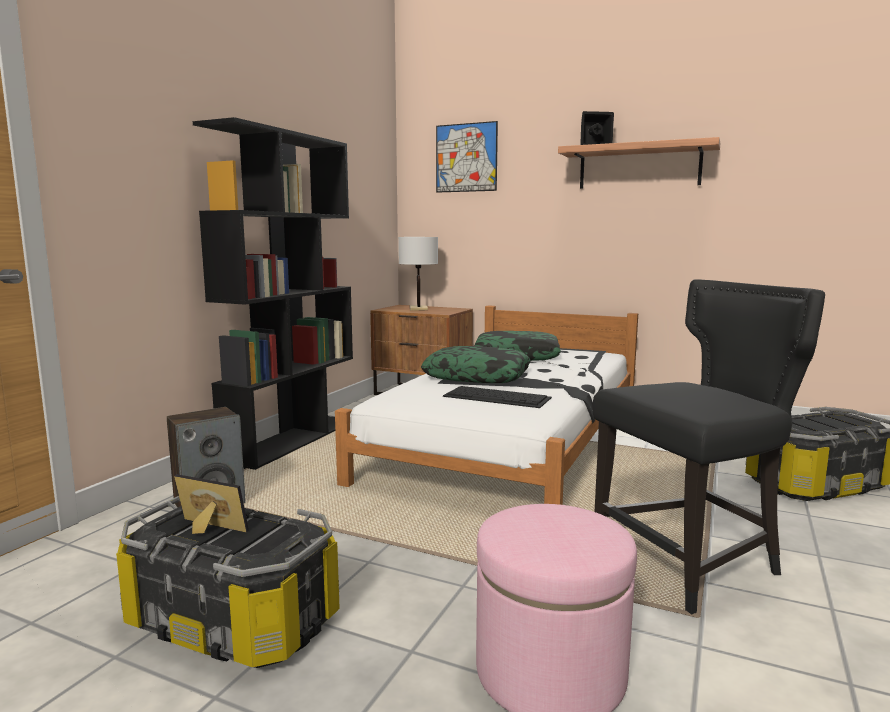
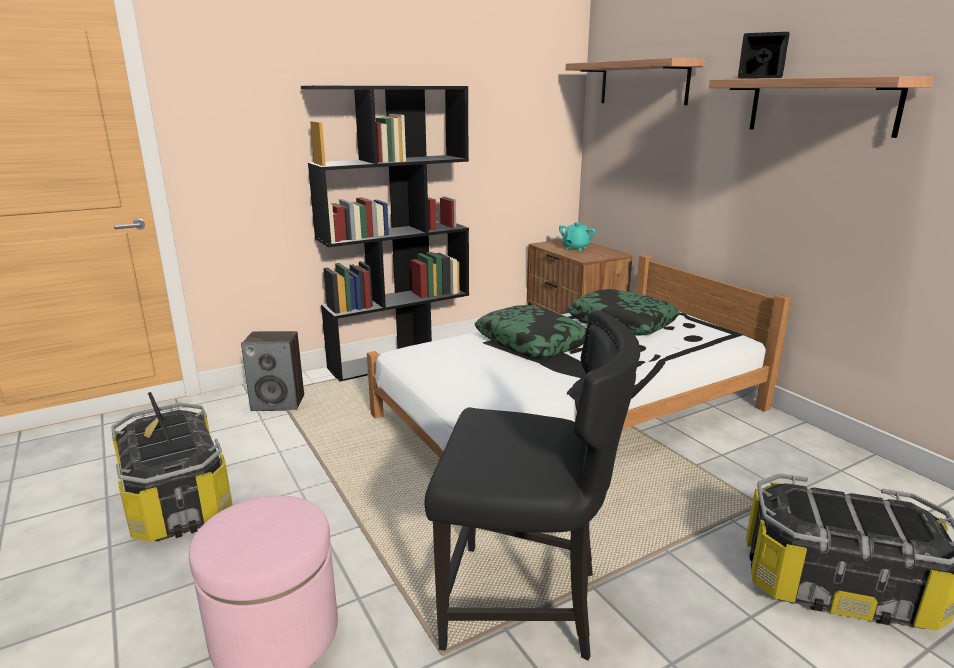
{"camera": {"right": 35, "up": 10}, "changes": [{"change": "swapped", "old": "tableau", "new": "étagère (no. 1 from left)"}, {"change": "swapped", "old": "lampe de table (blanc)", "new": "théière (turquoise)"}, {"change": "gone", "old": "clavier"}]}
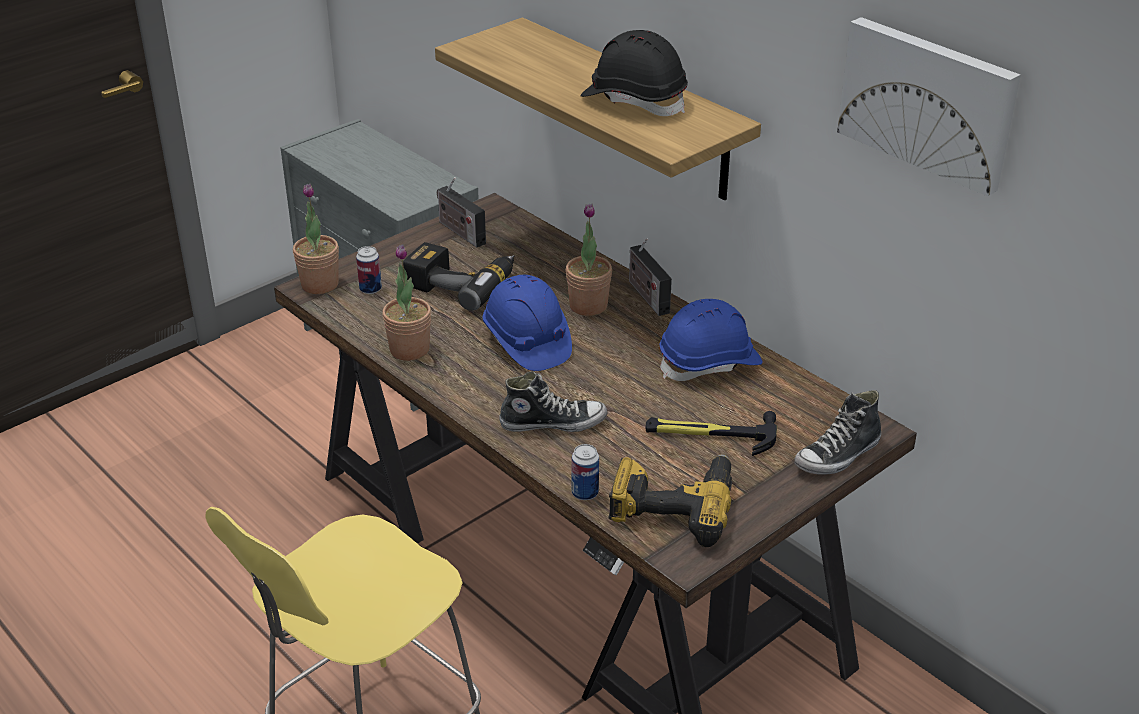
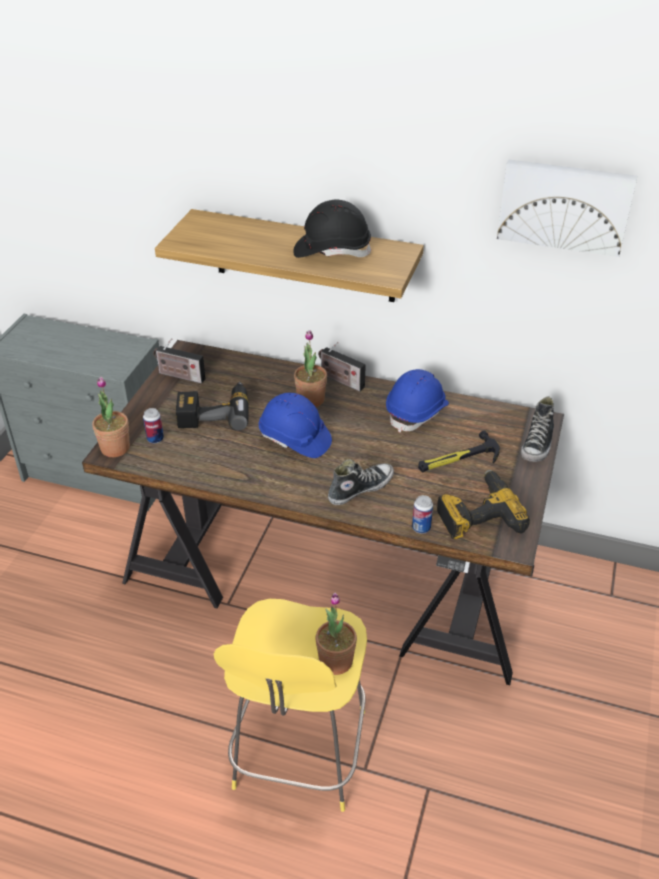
{"camera": {"right": -30, "up": 5}, "changes": [{"change": "shifted", "old": "plante en pot (no. 2 from left in the first image)", "new": "plante en pot (no. 3 from left)"}]}
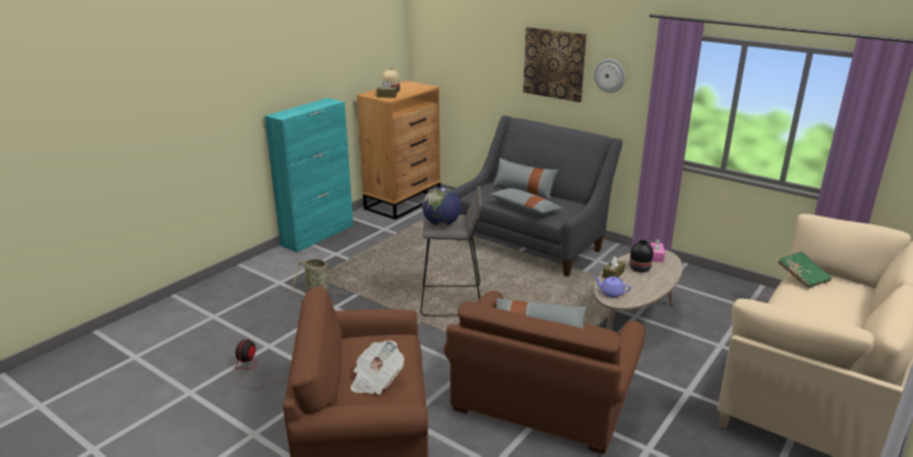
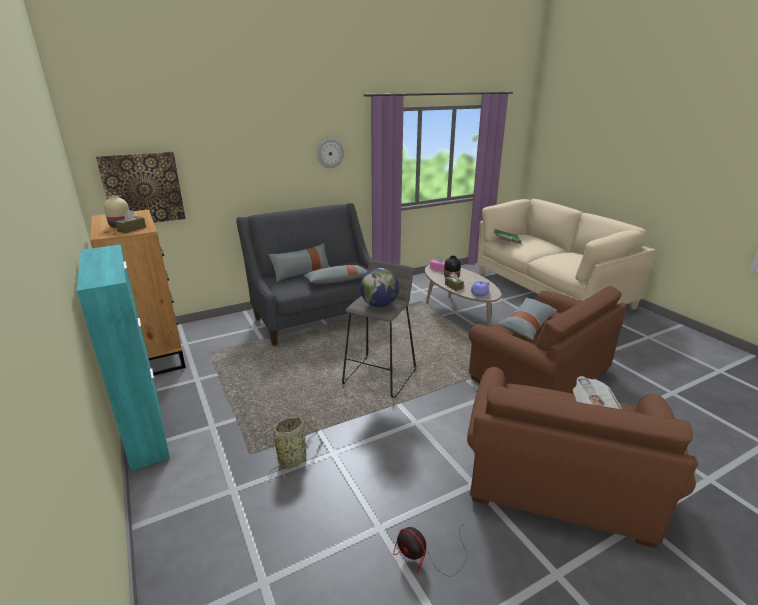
{"camera": {"right": -65, "up": 0}, "changes": [{"change": "shifted", "old": "tableau"}]}
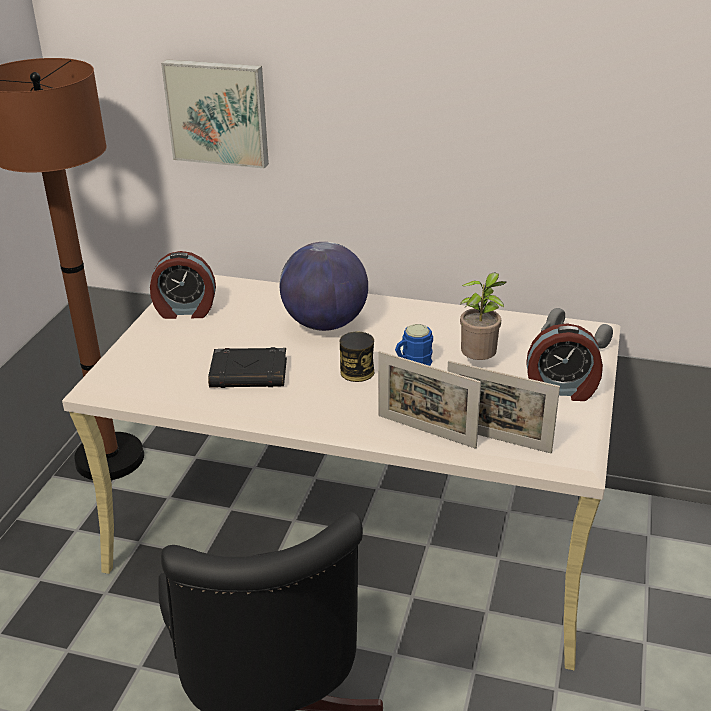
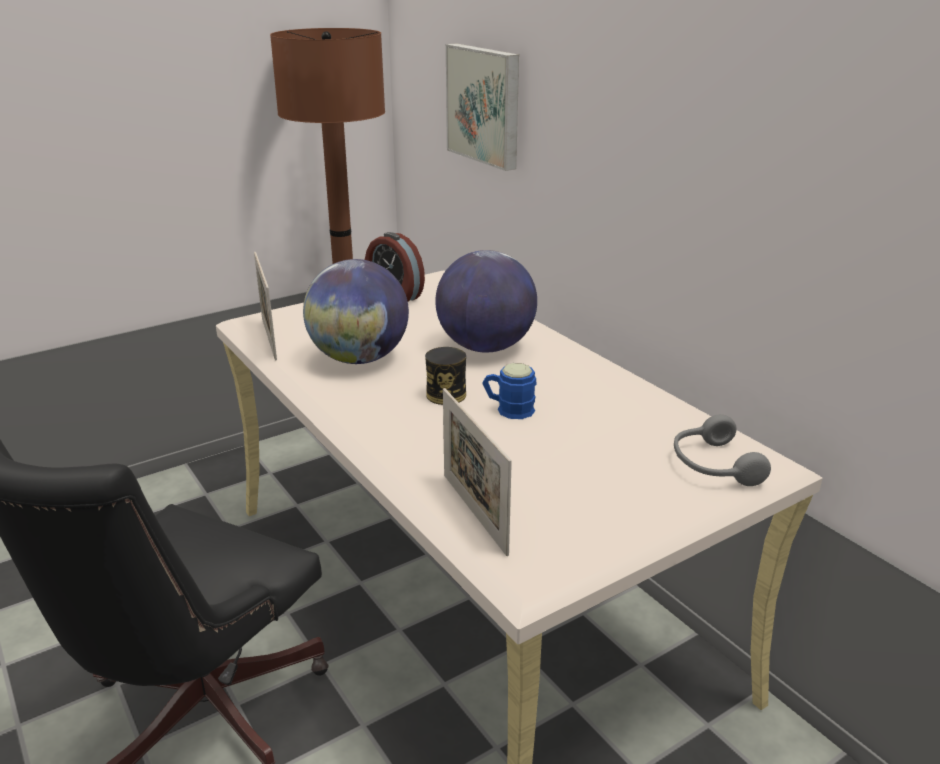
{"camera": {"right": 40, "up": -5}, "changes": [{"change": "gone", "old": "plante en pot"}, {"change": "gone", "old": "réveil (no. 2 from left)"}, {"change": "swapped", "old": "livre (noir)", "new": "globe (no. 1 from left)"}, {"change": "shifted", "old": "cadre photo (no. 1 from left)"}]}
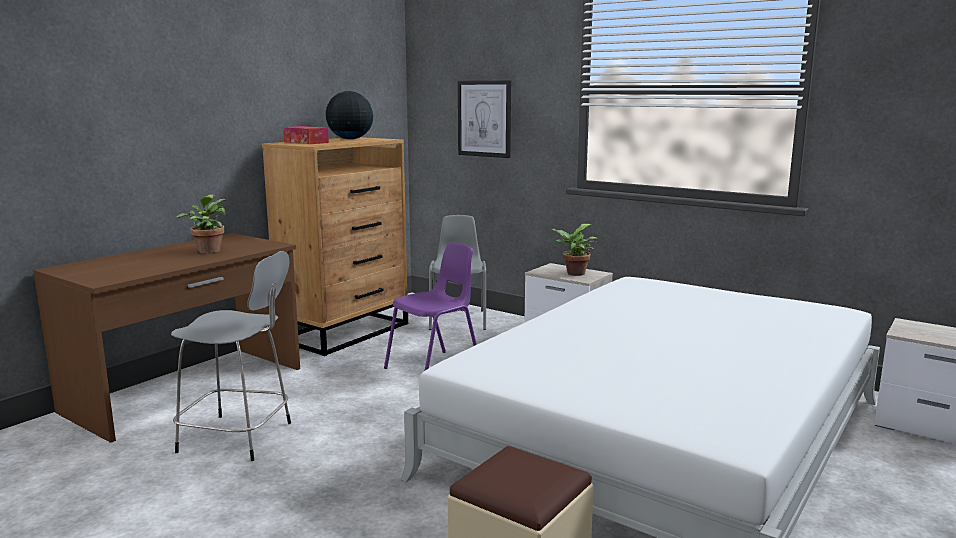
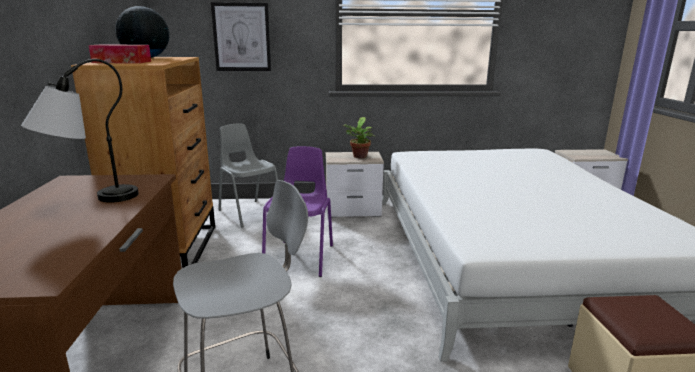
{"camera": {"right": -40, "up": 5}, "changes": [{"change": "swapped", "old": "plante en pot (no. 1 from left)", "new": "lampe de table"}]}
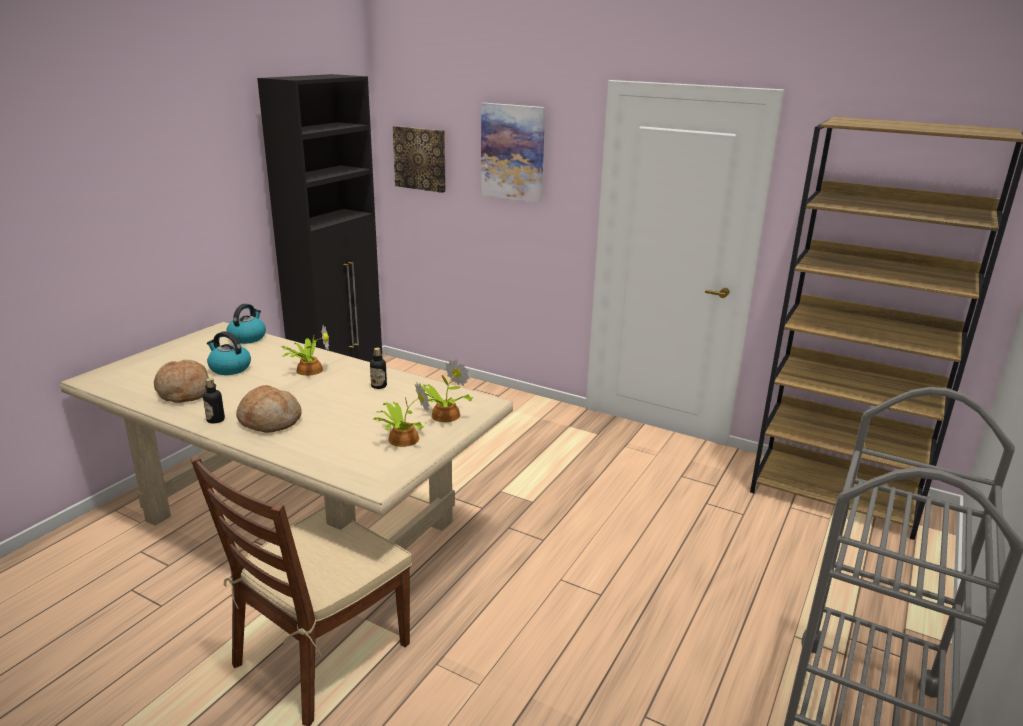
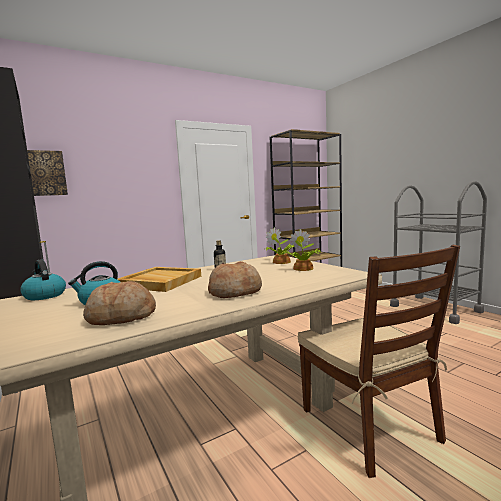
{"camera": {"right": -60, "up": -15}, "changes": [{"change": "gone", "old": "tableau (no. 2 from left)"}, {"change": "swapped", "old": "plante en pot (no. 1 from left)", "new": "plateau (beige)"}, {"change": "gone", "old": "bouteille (no. 1 from left)"}]}
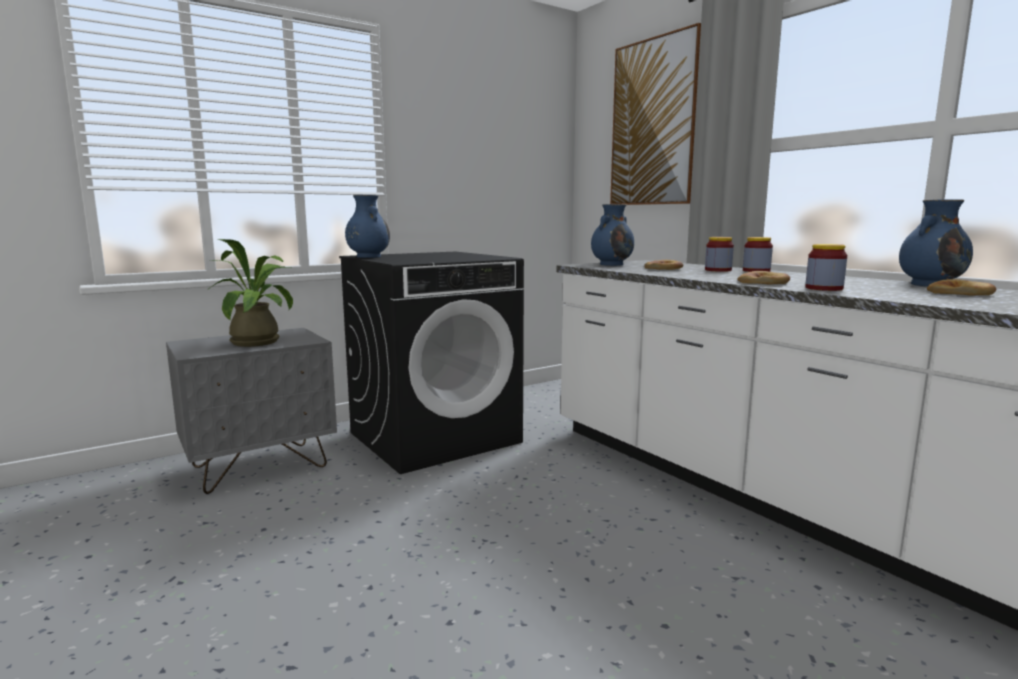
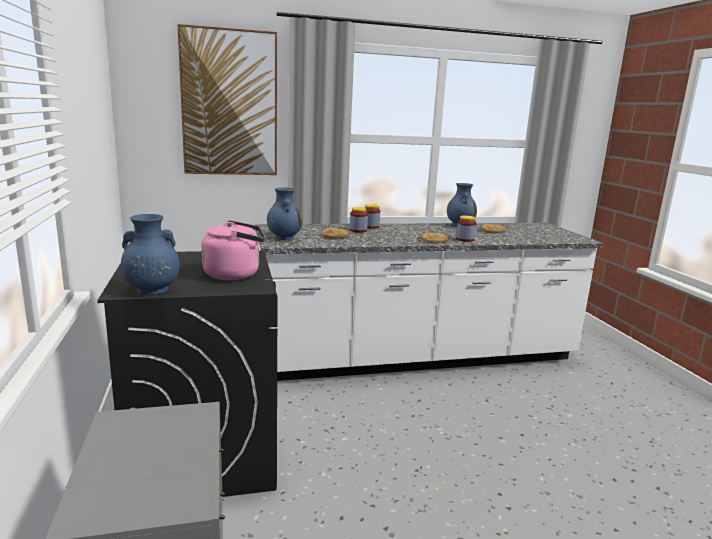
{"camera": {"right": -70, "up": 5}, "changes": [{"change": "gone", "old": "plante en pot"}, {"change": "new", "new": "bouilloire (rose)"}]}
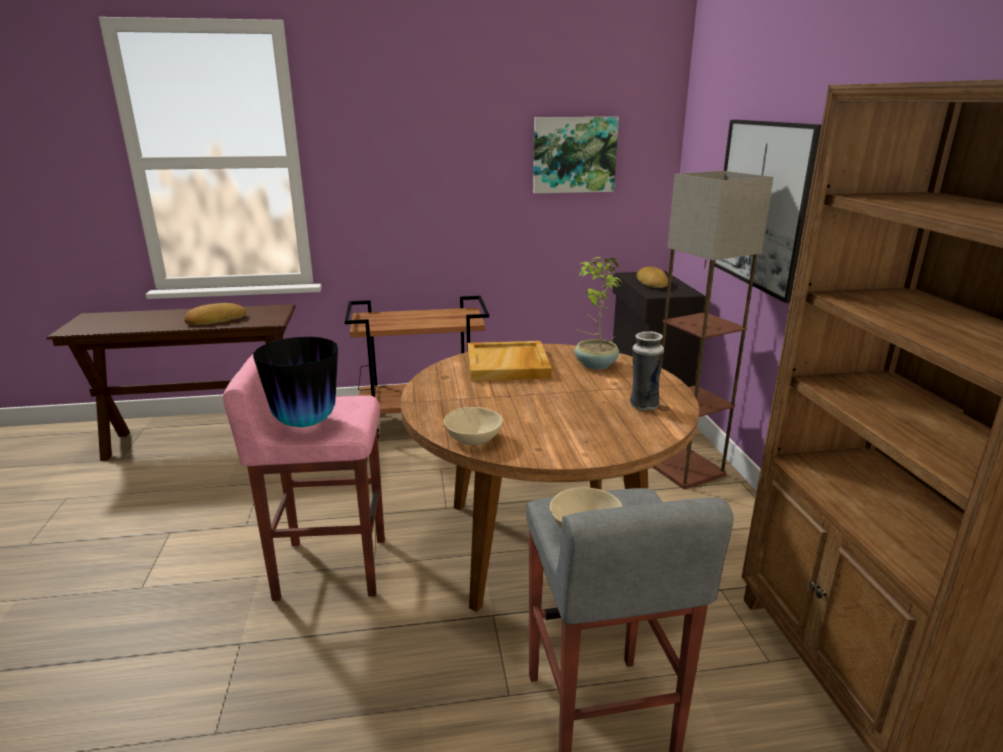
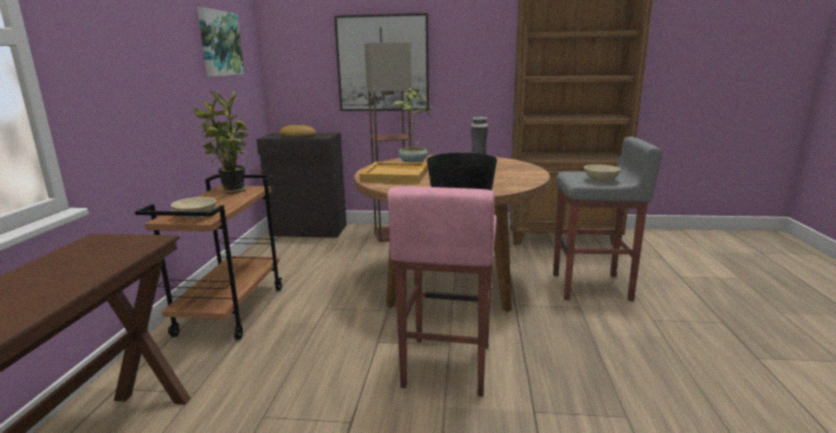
{"camera": {"right": -75, "up": -5}, "changes": [{"change": "gone", "old": "pain (no. 1 from left)"}, {"change": "shifted", "old": "bol (beige) (no. 1 from left)"}, {"change": "new", "new": "plante en pot (no. 1 from left)"}]}
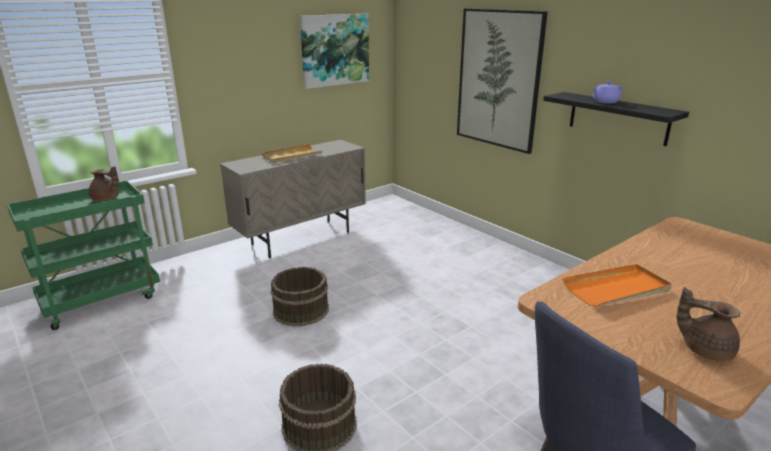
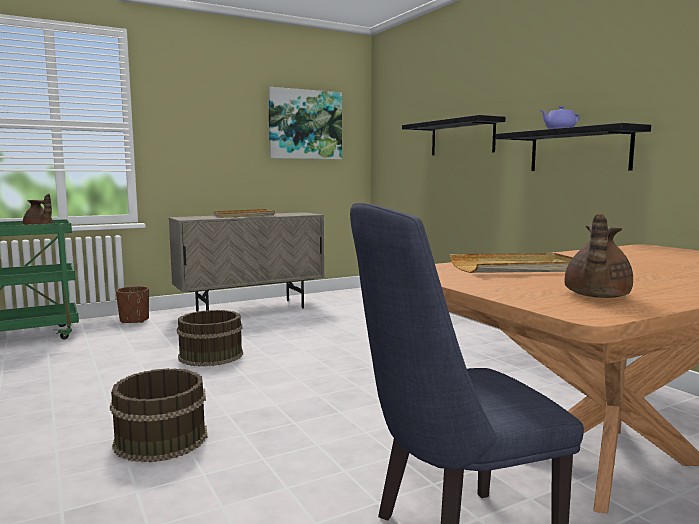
{"camera": {"right": 10, "up": -15}, "changes": [{"change": "swapped", "old": "tableau (no. 2 from left)", "new": "étagère (noir) (no. 1 from left)"}, {"change": "repainted", "old": "plateau (orange)", "new": "plateau (beige) (no. 2 from left)"}, {"change": "rotated", "old": "théière (marron) (no. 2 from left)", "degrees": -105}, {"change": "new", "new": "cache-pot (marron)"}]}
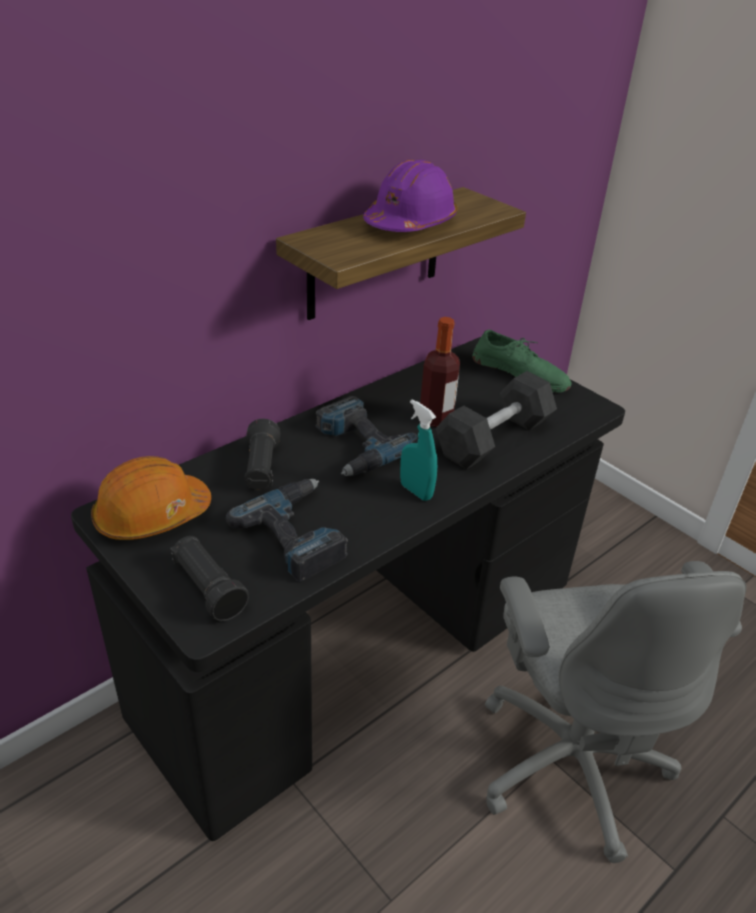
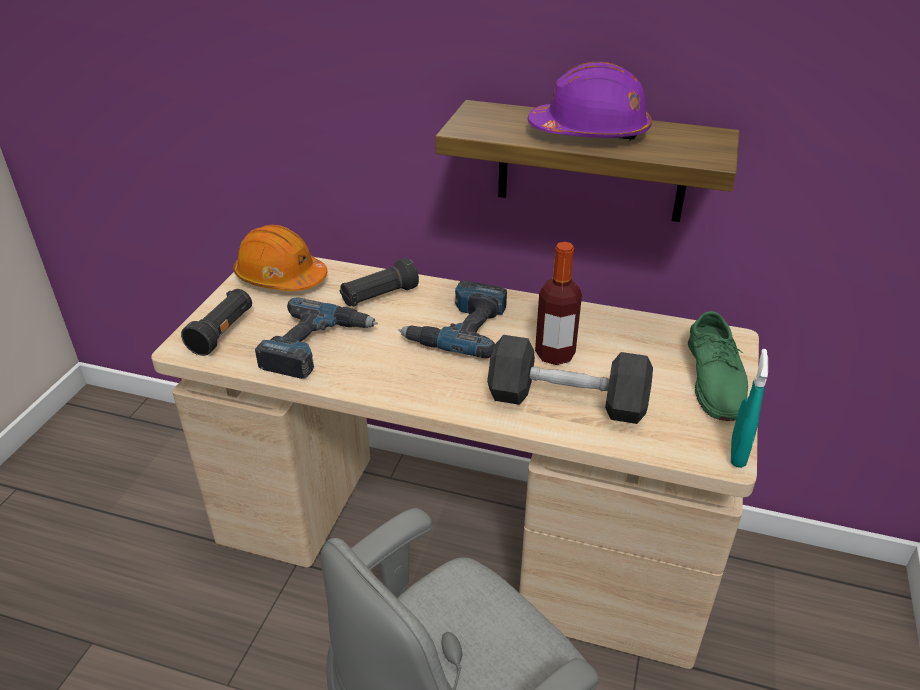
{"camera": {"right": 60, "up": 0}, "changes": [{"change": "repainted", "old": "bureau (noir)", "new": "bureau (beige)"}, {"change": "shifted", "old": "vaporisateur (turquoise)"}]}
